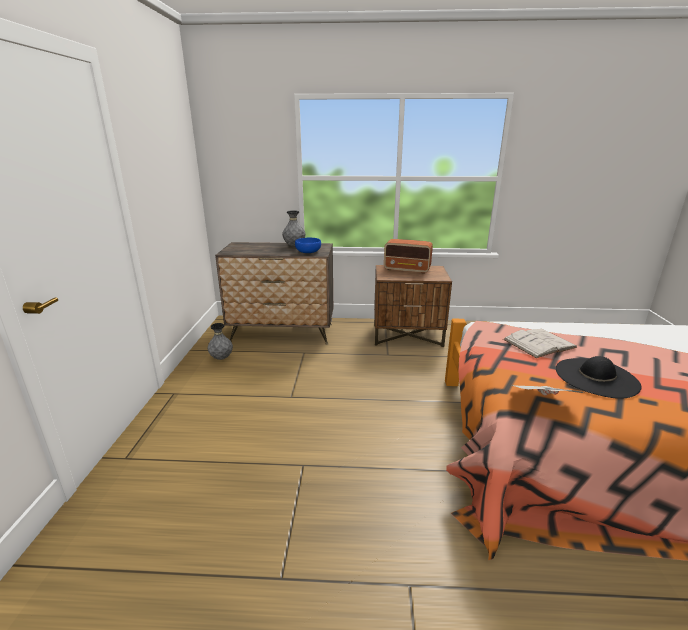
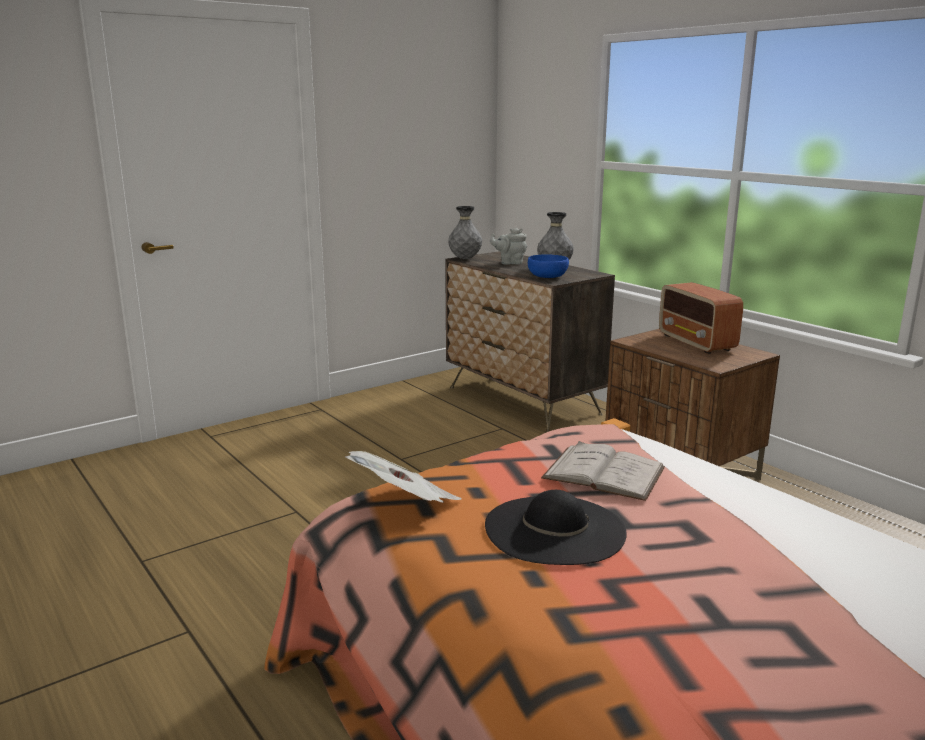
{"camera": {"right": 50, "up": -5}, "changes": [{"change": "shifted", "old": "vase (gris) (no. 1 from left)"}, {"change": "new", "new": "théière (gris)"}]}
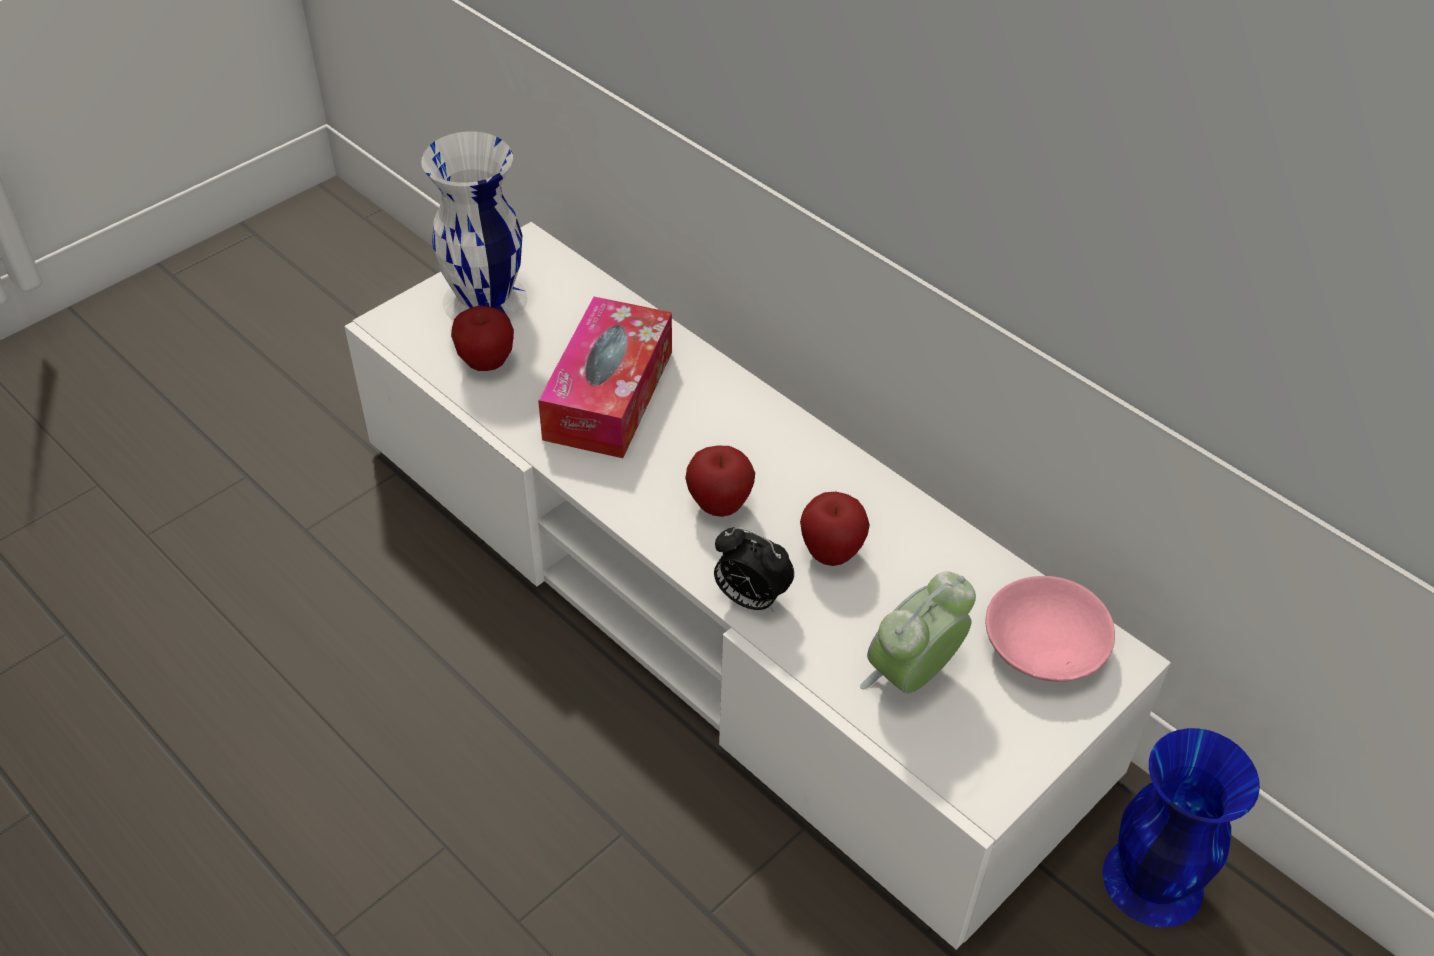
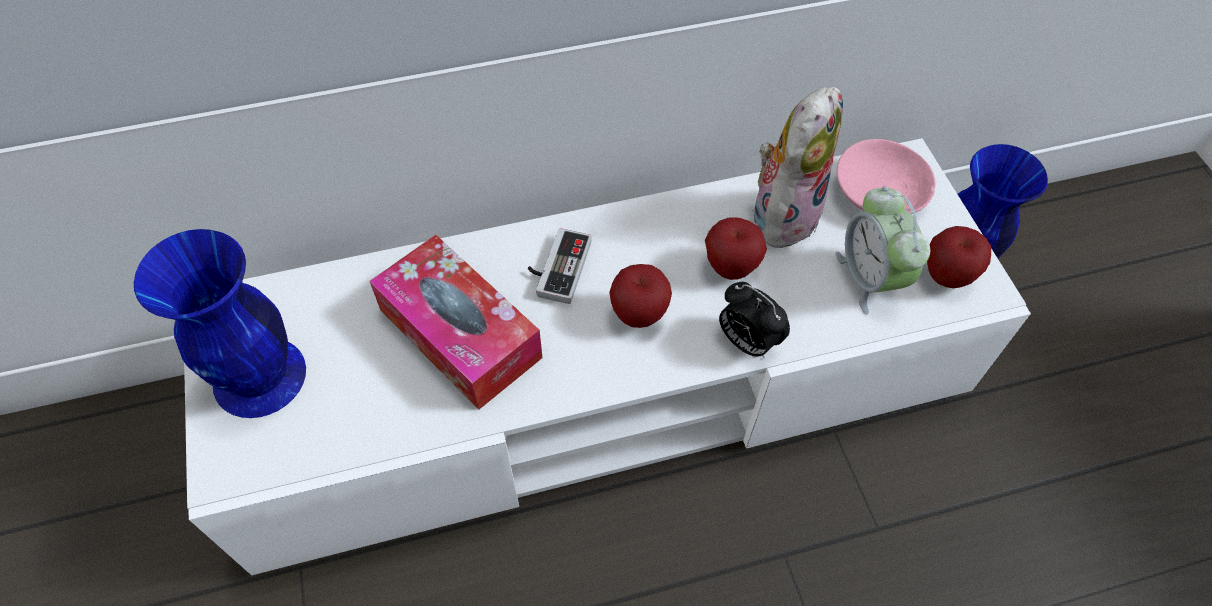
{"camera": {"right": -60, "up": 10}, "changes": [{"change": "repainted", "old": "vase (blanc)", "new": "vase (bleu) (no. 1 from left)"}, {"change": "shifted", "old": "pomme (no. 1 from left in the first image)", "new": "pomme (no. 3 from left)"}, {"change": "rotated", "old": "réveil (no. 1 from left)", "degrees": 75}, {"change": "new", "new": "peluche"}, {"change": "new", "new": "manette"}]}
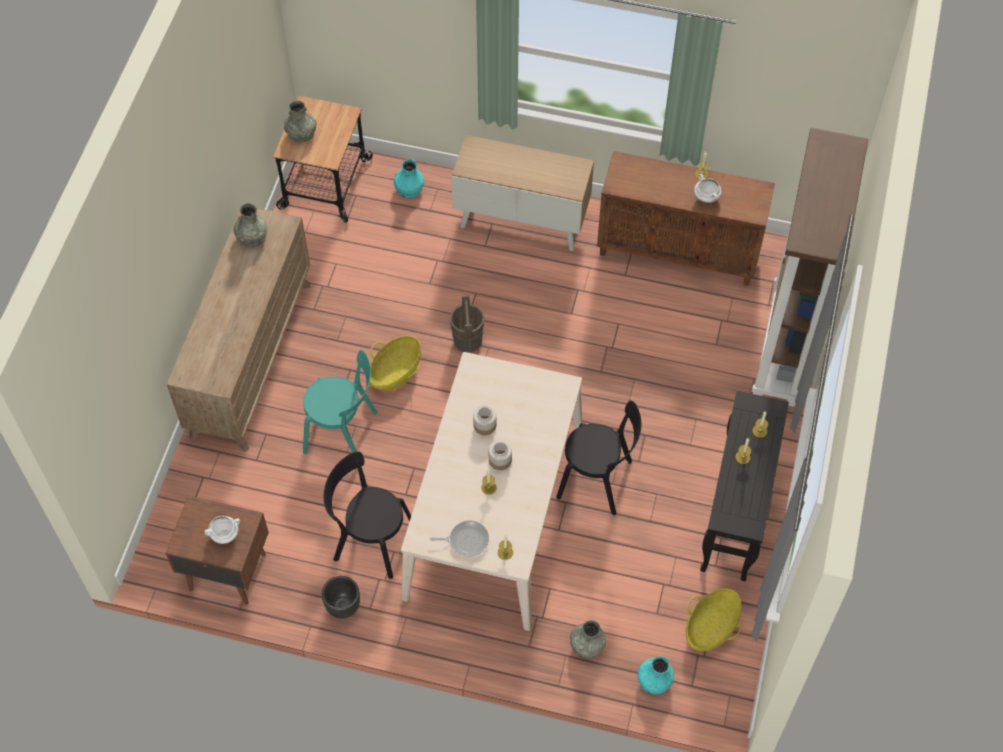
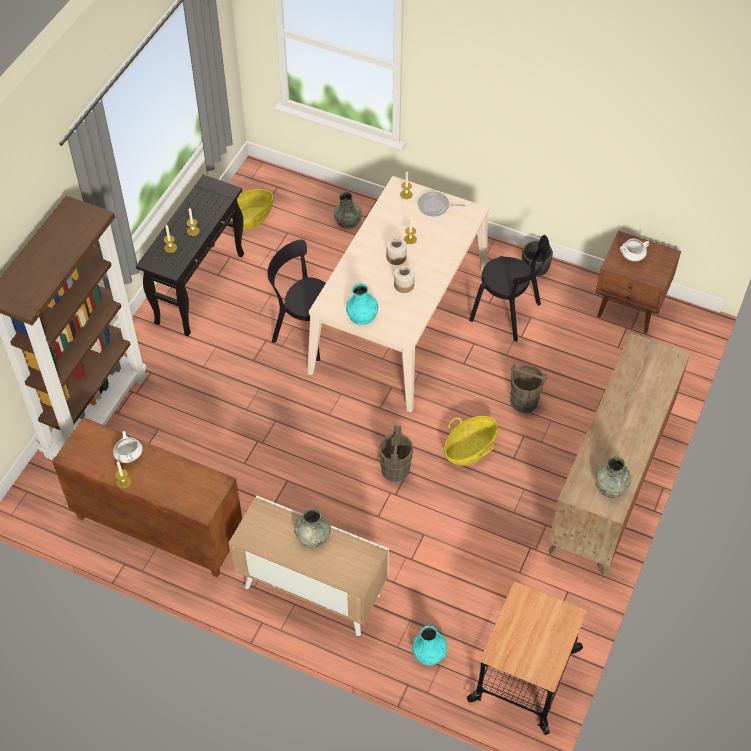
{"camera": {"right": -170, "up": -5}, "changes": [{"change": "shifted", "old": "vase (gris) (no. 2 from left in the first image)", "new": "vase (gris) (no. 1 from left)"}, {"change": "swapped", "old": "chaise (turquoise)", "new": "seau (marron) (no. 2 from left)"}, {"change": "shifted", "old": "vase (turquoise) (no. 2 from left in the first image)", "new": "vase (turquoise) (no. 1 from left)"}]}
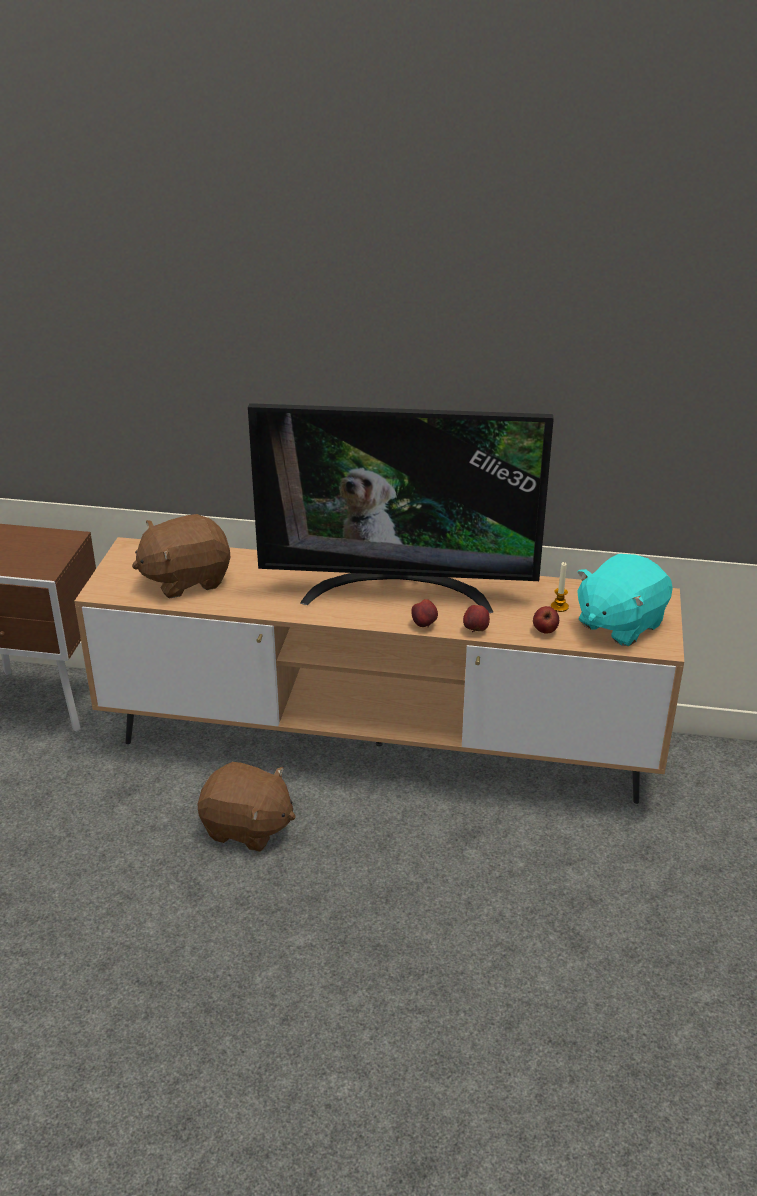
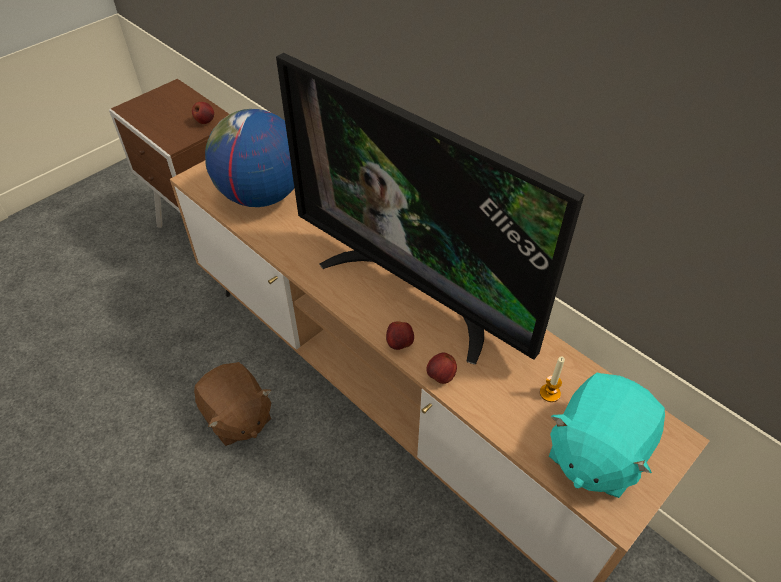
{"camera": {"right": 35, "up": 15}, "changes": [{"change": "swapped", "old": "peluche (marron) (no. 1 from left)", "new": "globe"}, {"change": "rotated", "old": "peluche (turquoise)", "degrees": -45}, {"change": "shifted", "old": "pomme (no. 3 from left in the first image)", "new": "pomme (no. 1 from left)"}]}
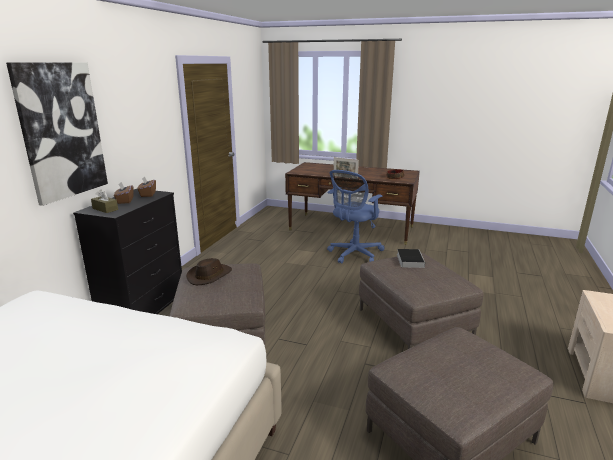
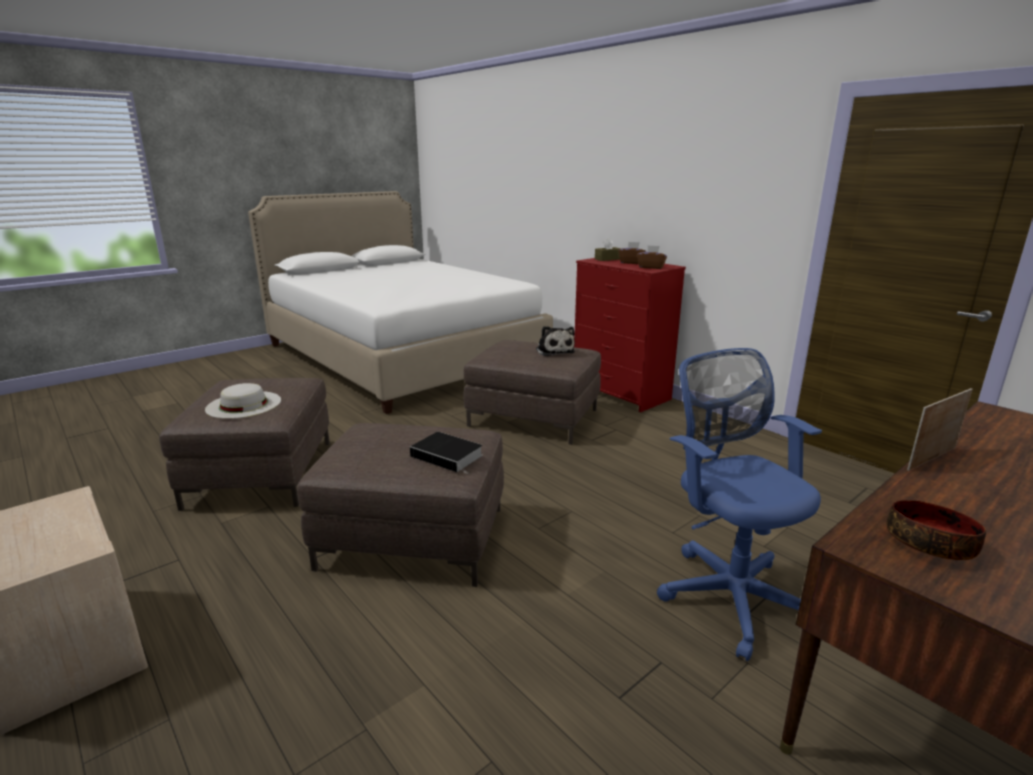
{"camera": {"right": 120, "up": 0}, "changes": [{"change": "gone", "old": "tableau"}, {"change": "repainted", "old": "commode (noir)", "new": "commode (rouge)"}, {"change": "swapped", "old": "chapeau (marron)", "new": "peluche"}, {"change": "new", "new": "chapeau (blanc)"}]}
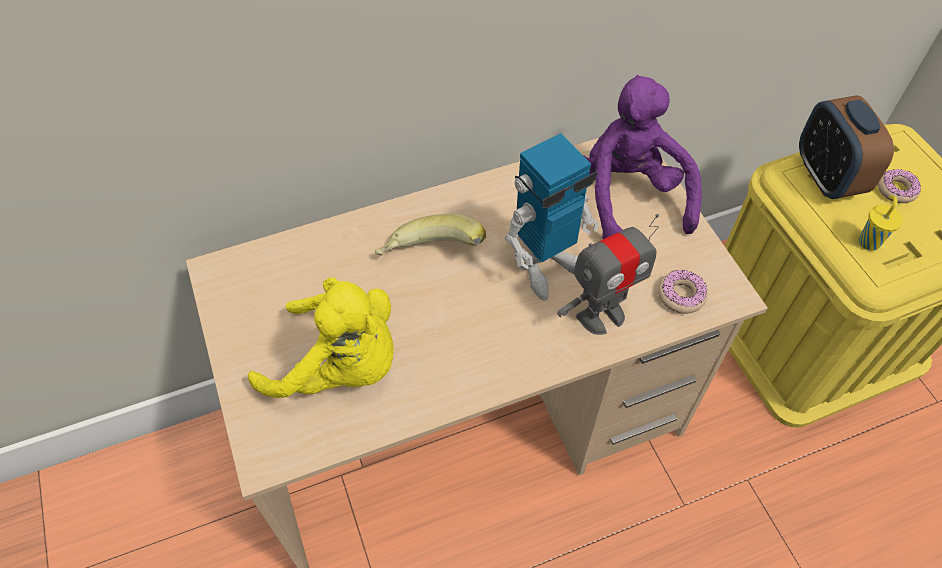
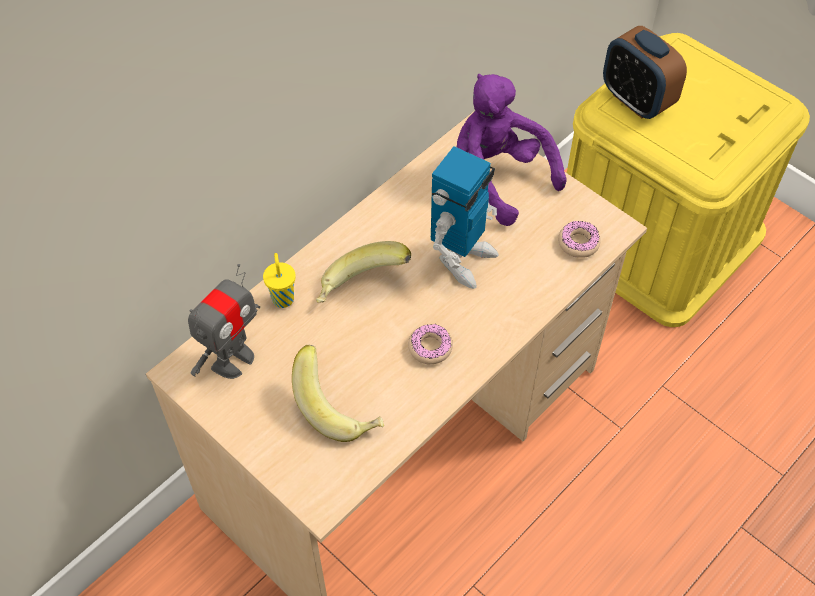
{"camera": {"right": -25, "up": 0}, "changes": [{"change": "shifted", "old": "beignet (no. 2 from left in the first image)", "new": "beignet (no. 1 from left)"}, {"change": "shifted", "old": "tasse (jaune)"}, {"change": "shifted", "old": "robot jouet (no. 2 from left in the first image)", "new": "robot jouet (no. 1 from left)"}, {"change": "swapped", "old": "peluche (jaune)", "new": "banane (no. 1 from left)"}]}
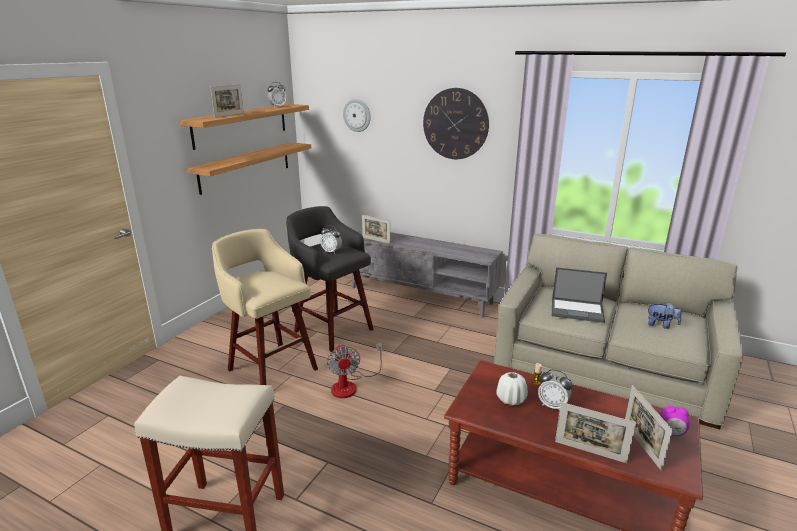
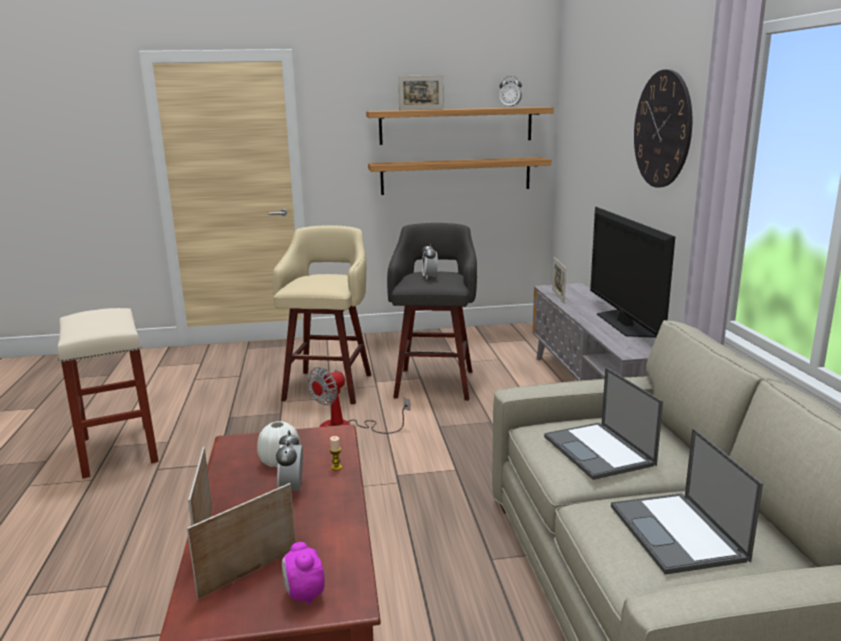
{"camera": {"right": 55, "up": -5}, "changes": [{"change": "gone", "old": "horloge murale (no. 1 from left)"}, {"change": "swapped", "old": "peluche", "new": "ordinateur portable (no. 2 from left)"}, {"change": "new", "new": "téléviseur"}]}
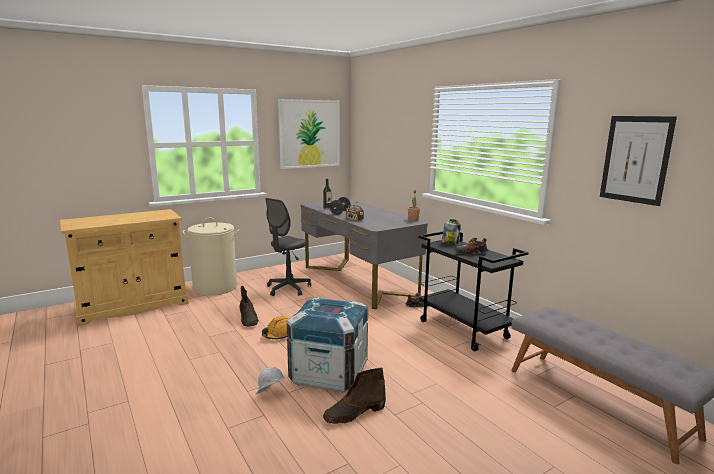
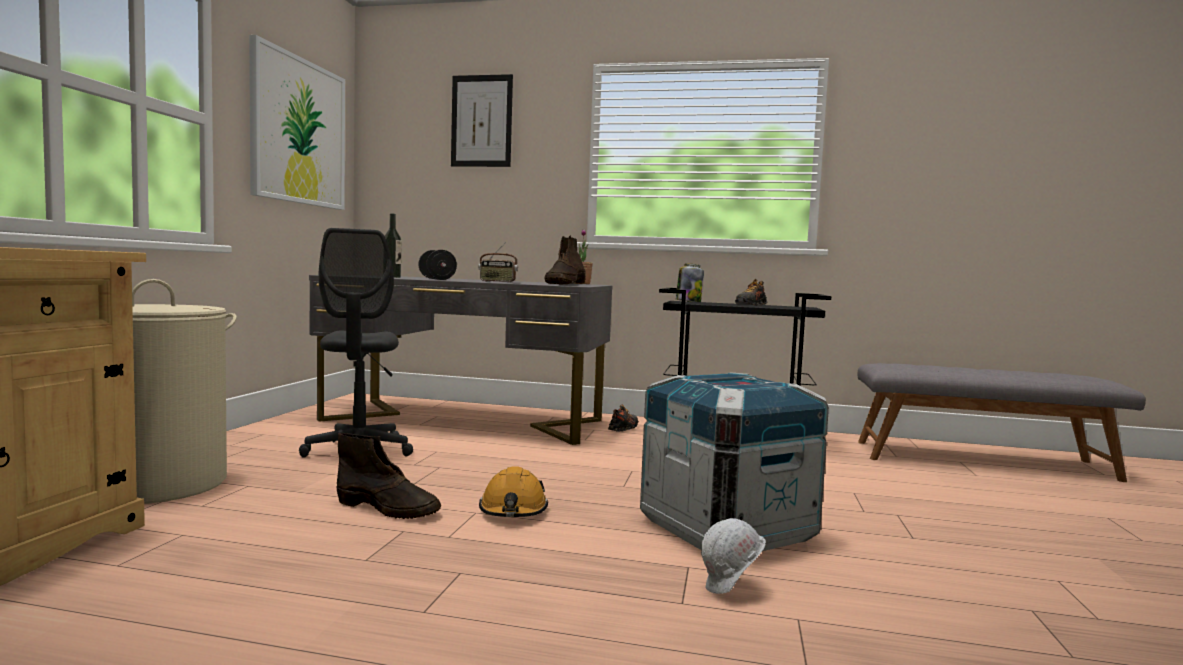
{"camera": {"right": -45, "up": -10}, "changes": [{"change": "shifted", "old": "tableau (no. 2 from left)"}, {"change": "shifted", "old": "botte (marron) (no. 2 from left)"}]}
